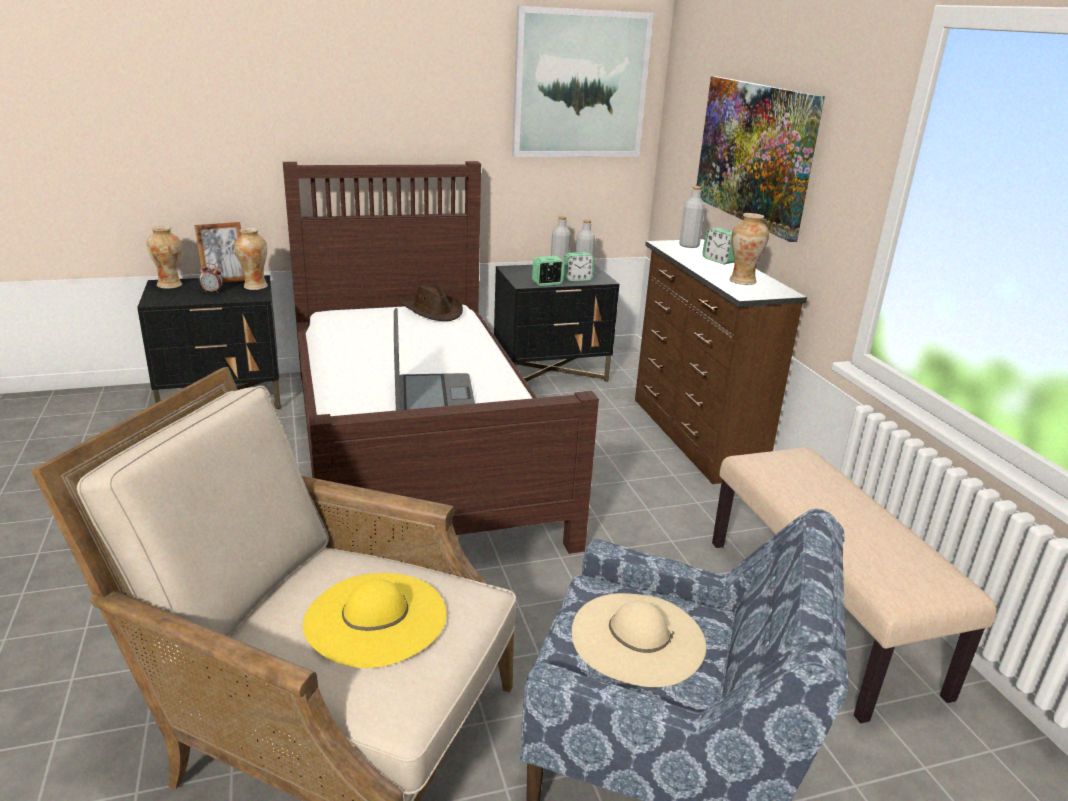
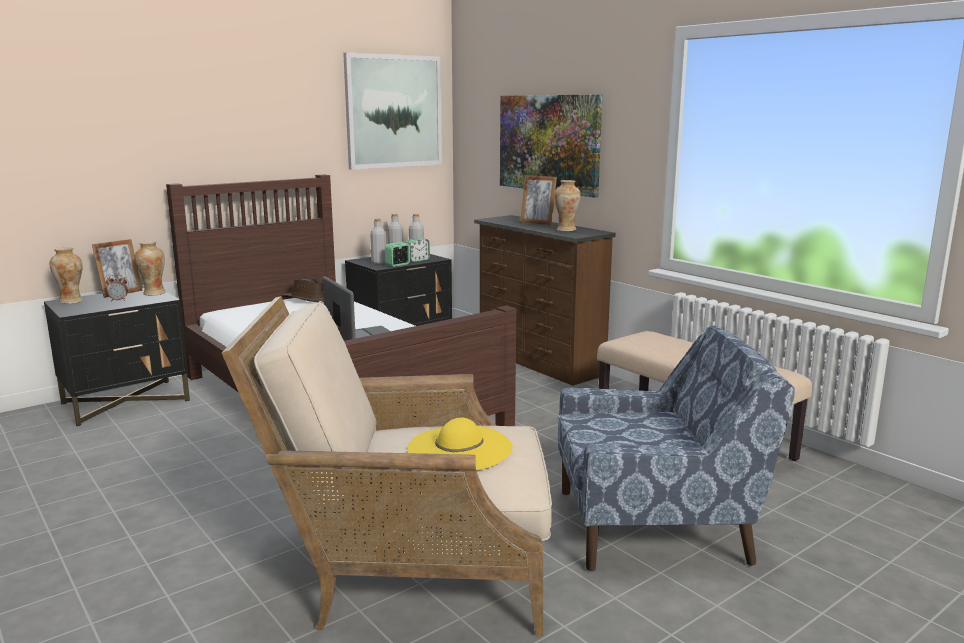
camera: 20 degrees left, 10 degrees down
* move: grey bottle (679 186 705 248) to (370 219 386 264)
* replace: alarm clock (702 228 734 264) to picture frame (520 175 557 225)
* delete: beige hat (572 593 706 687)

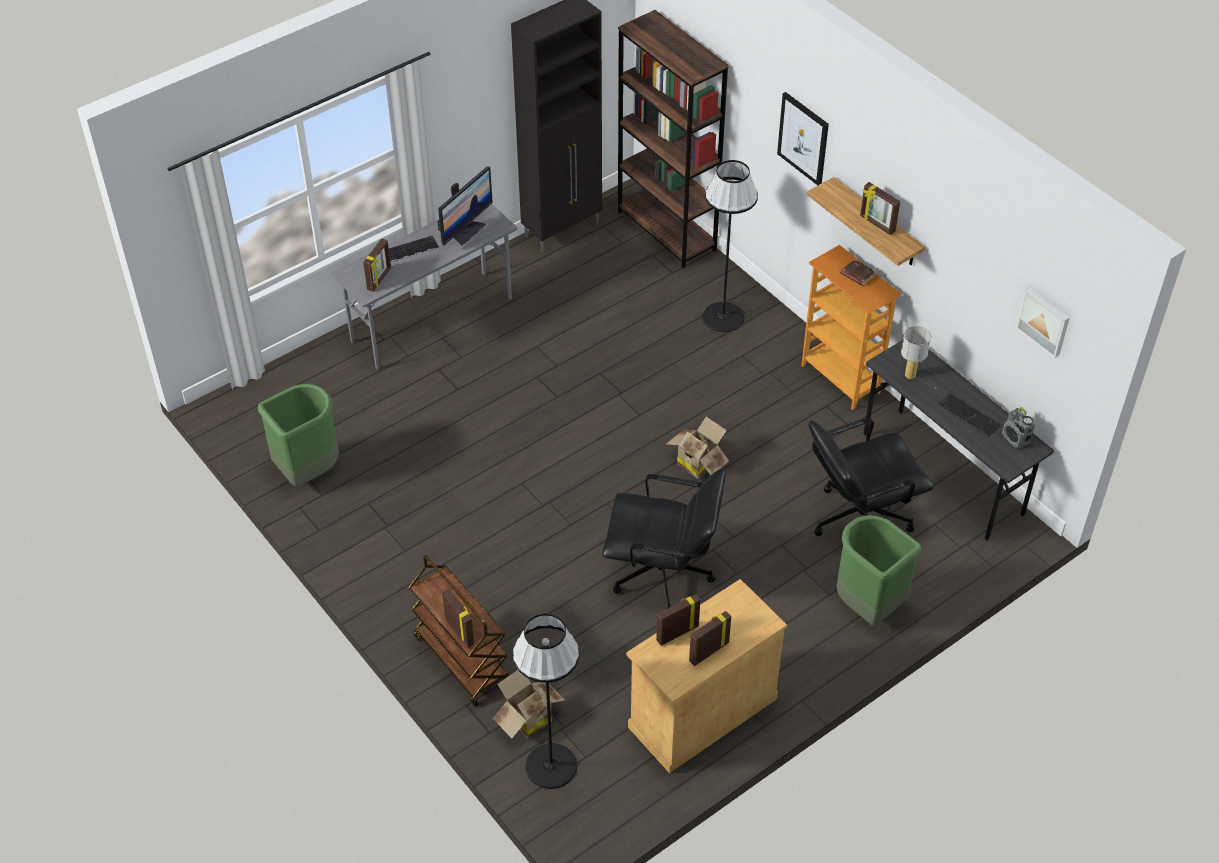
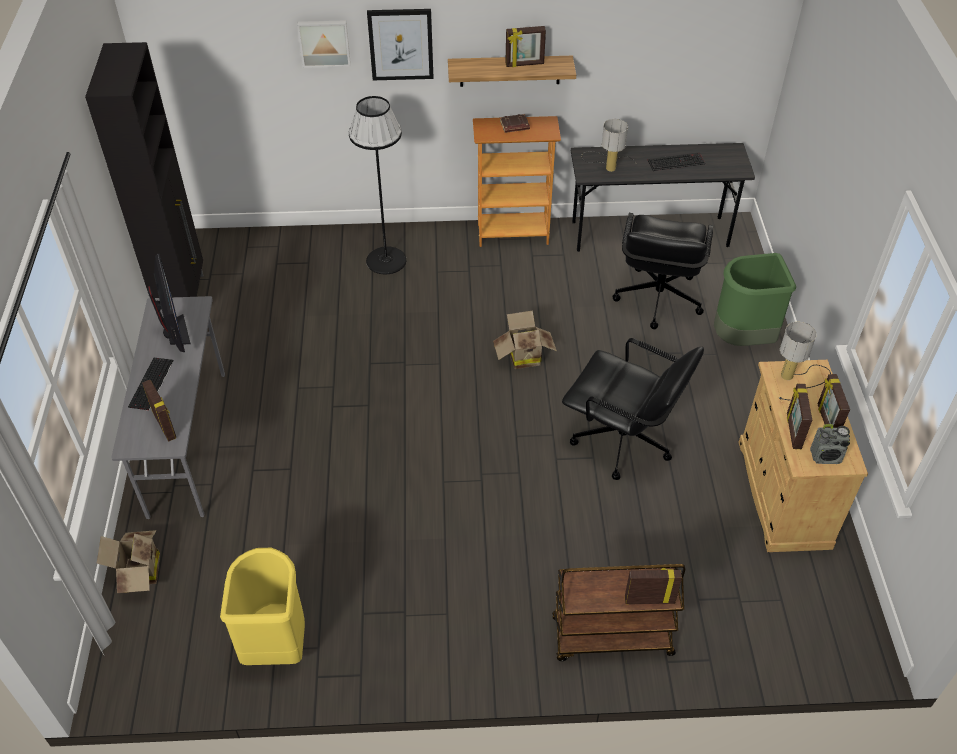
camera: 55 degrees left, 0 degrees up
* move: cardboard box (493 670 565 739) to (97 530 160 593)
* recolor: green trash can (258 384 339 487) to yellow trash can (220 548 305 665)
* move: picture (1016 288 1070 358) to (297 20 351 68)
* rotate: black office chair (603 468 726 609) = (562 338 704 480) 75 degrees clockwise
* insert: table lamp (779 322 831 401)
* move: radio (1002 407 1035 448) to (810 424 850 464)
* delete: black floor lamp (513 614 579 789)
* delete: brown bookcase (618 10 729 268)

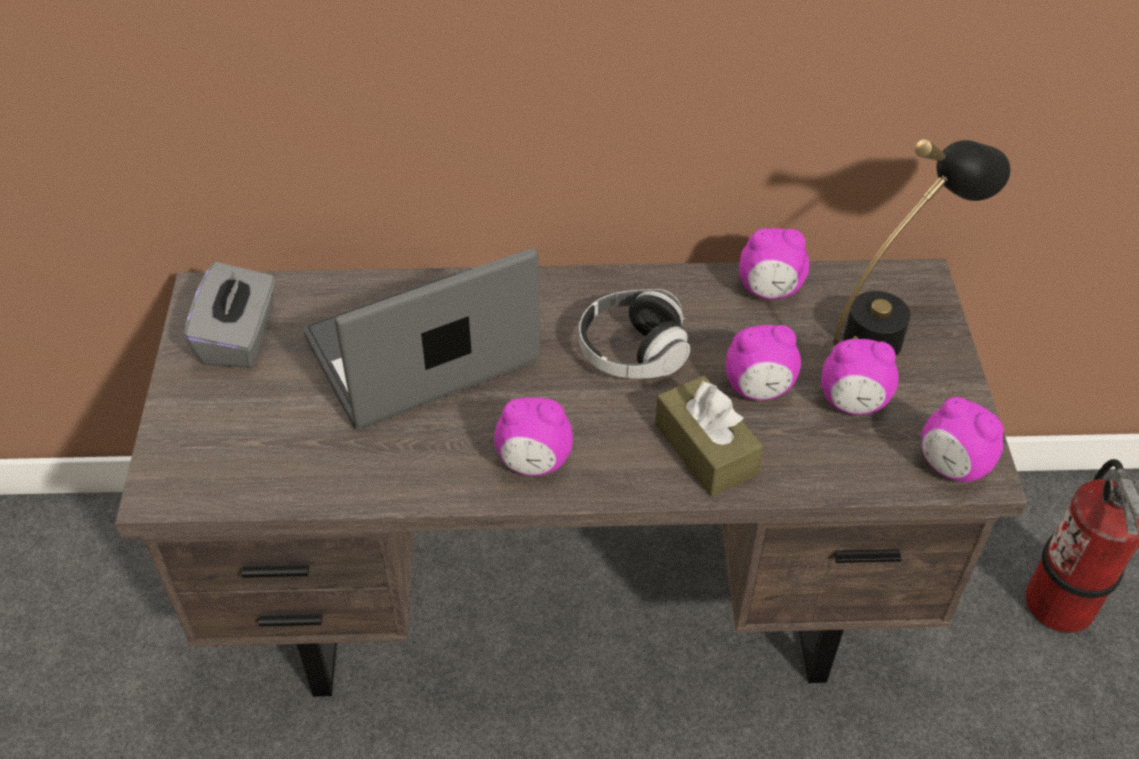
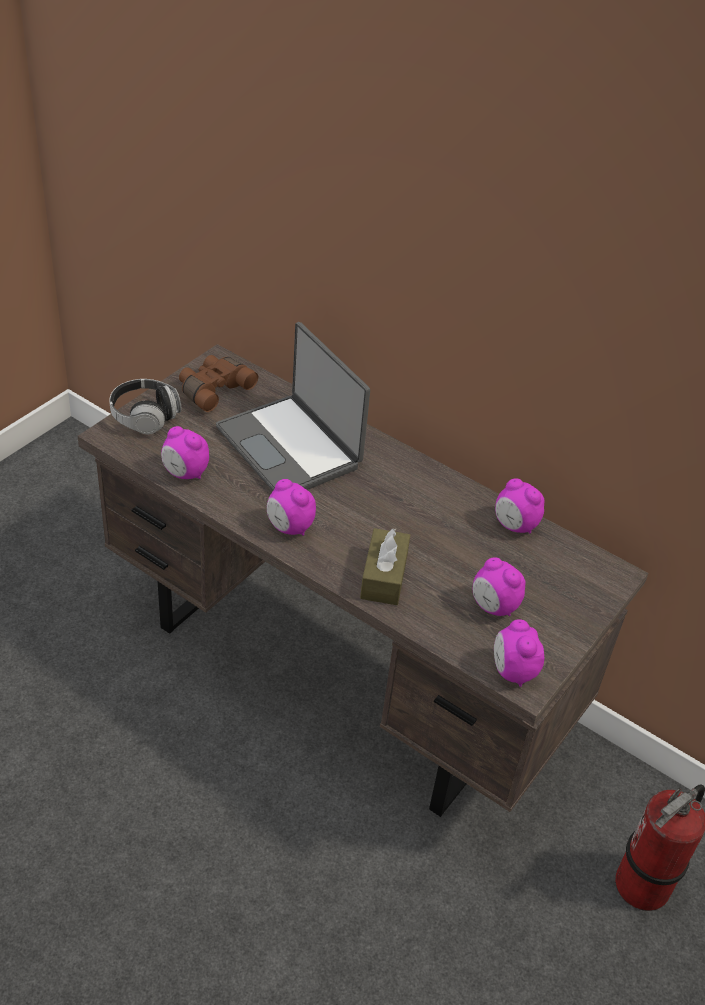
camera: 35 degrees right, 5 degrees down
* move: headphones (579 289 691 378) to (109 379 181 434)
* move: alarm clock (726 325 801 400) to (161 426 209 479)
* replace: grey tissue box (184 262 276 368) to brown binoculars (179 355 258 412)
* rotate: laptop (304 248 540 430) = (216 322 370 491) 135 degrees counterclockwise
* delete: black table lamp (833 139 1011 356)

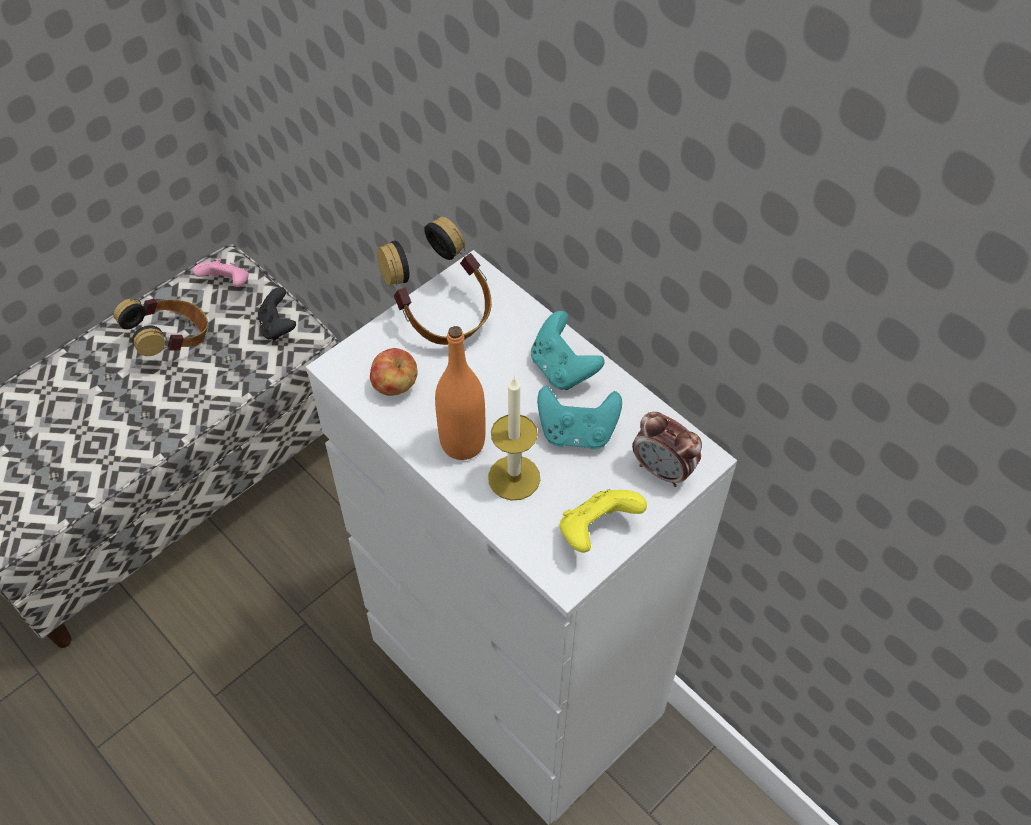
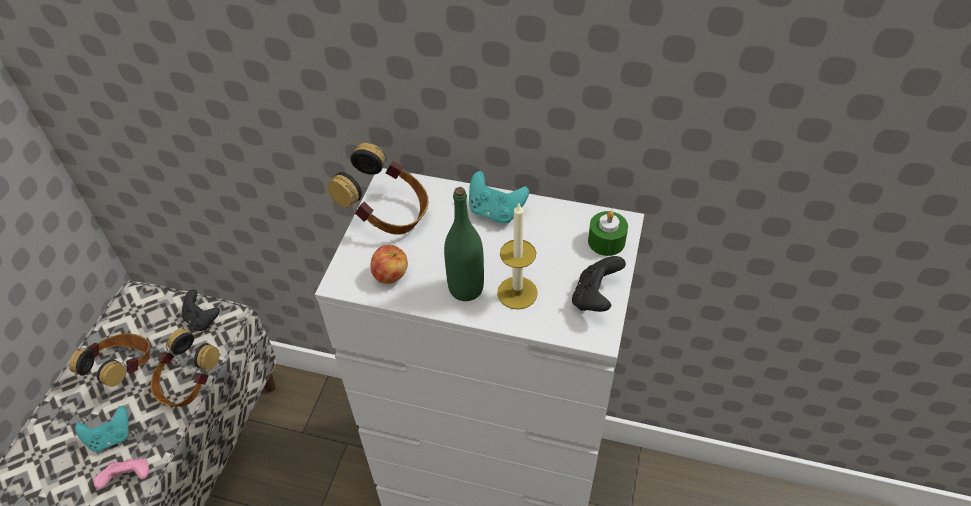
camera: 30 degrees left, 5 degrees down
* move: turquoise game controller (537 386 622 450) to (75 406 129 452)
* move: pink game controller (193 259 249 287) to (94 458 149 489)
* insert: headphones (151 329 219 407)
* recolor: orange bottle (435 326 486 460) to green bottle (444 187 484 301)
* recolor: yellow game controller (559 489 647 553) to black game controller (572 256 626 312)
* replace: alarm clock (632 412 702 487) to green candle (588 211 628 256)

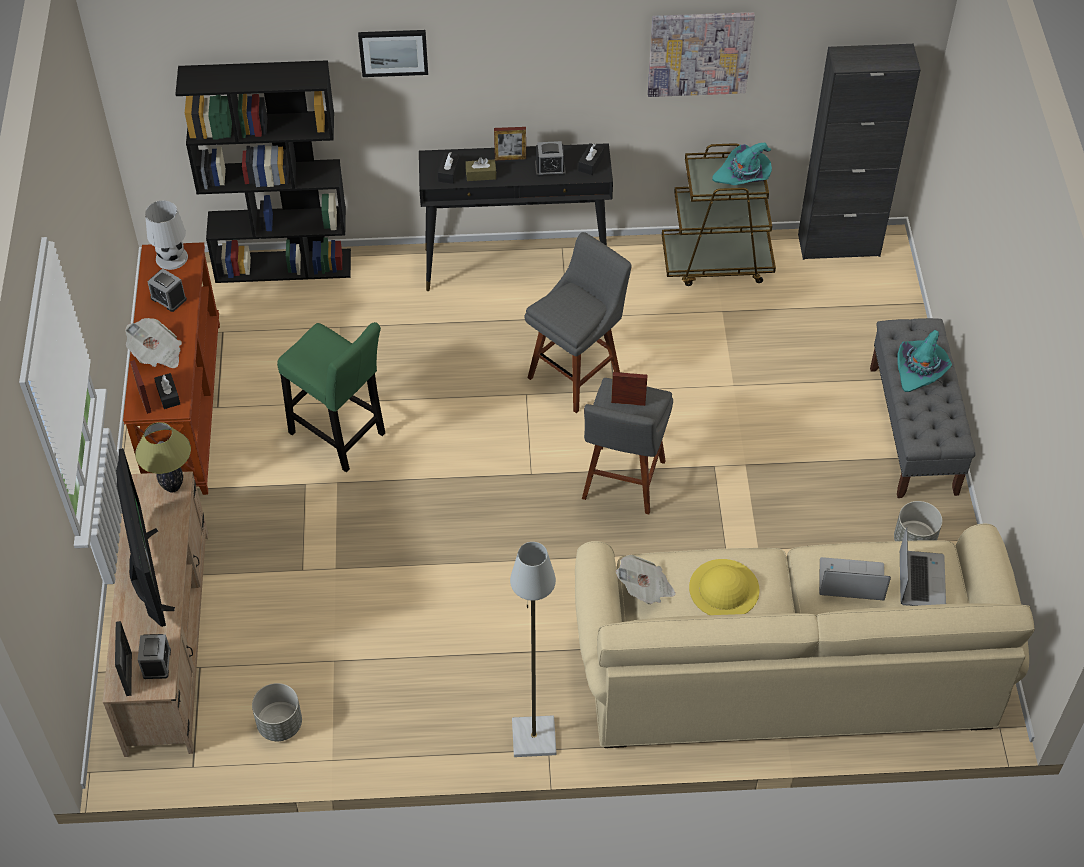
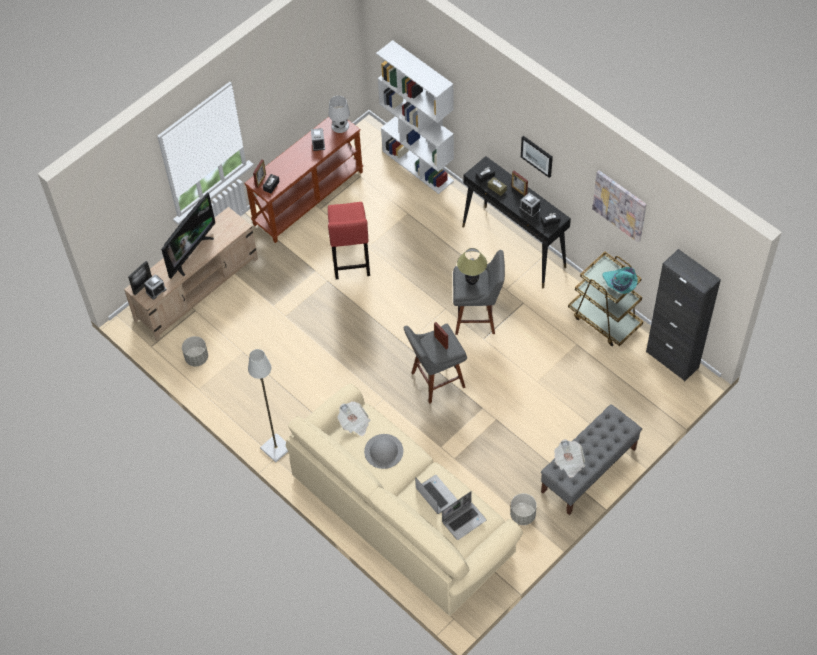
camera: 50 degrees right, 5 degrees up
* recolor: green stool (277 322 385 472) to red stool (328 202 370 279)
* recolor: yellow hat (689 559 760 615) to grey hat (364 434 403 469)
* recolor: black bookcase (175 60 351 283) to white bookcase (376 40 454 194)
* move: table lamp (135 422 191 493) to (457 248 487 285)
* move: picture (358 30 428 77) to (521 136 553 178)
* move: newspaper (125 318 182 368) to (554 439 585 478)
* delete: turquoise hat (897 330 952 392)

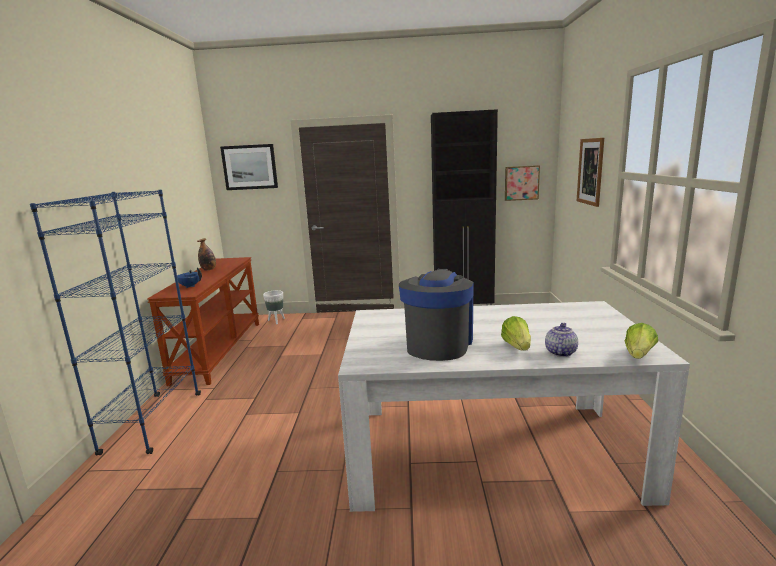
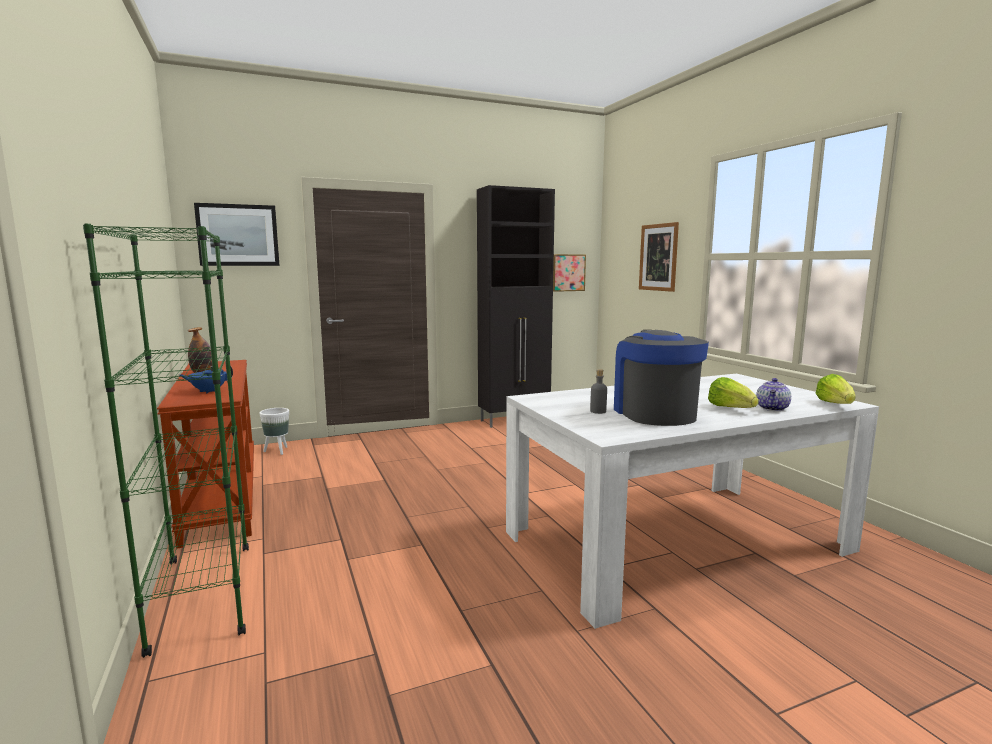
camera: 25 degrees left, 5 degrees down
* recolor: blue bookcase (30 190 201 455) to green bookcase (83 224 249 658)
* insert: grey bottle (590 369 607 414)
* rotate: teapot (545 323 578 357) = (756 378 791 411) 150 degrees counterclockwise

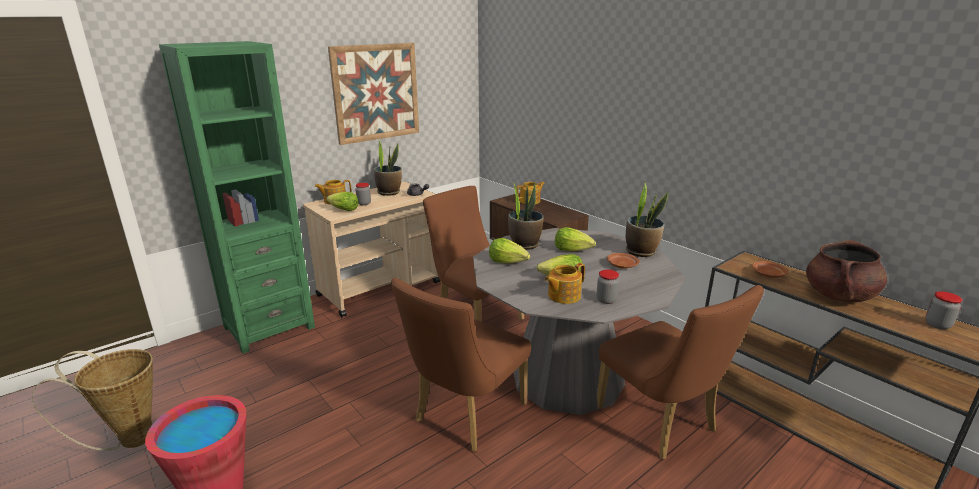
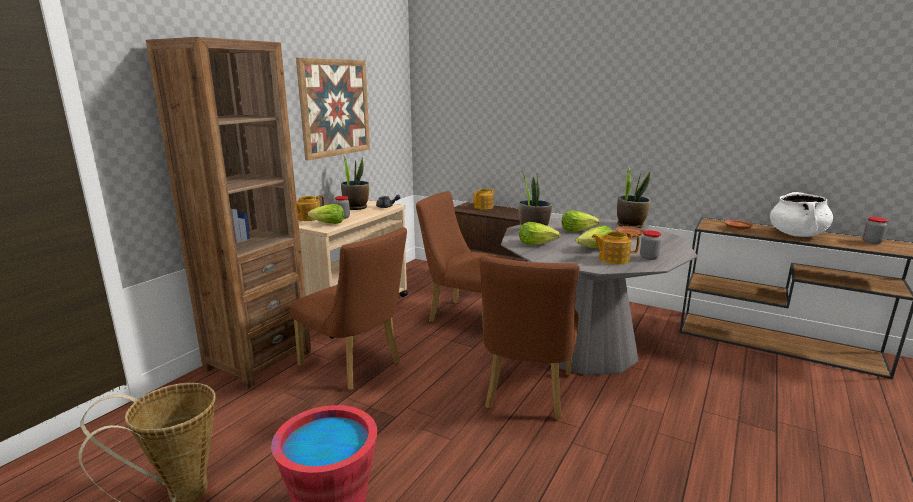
camera: 20 degrees left, 5 degrees down
* recolor: green bookcase (159 41 315 353) to brown bookcase (146 37 311 389)
* move: brown chair (597 285 764 459) to (290 227 407 390)
* rotate: teapot (545 263 585 304) = (591 231 640 264) 60 degrees clockwise
* recolor: brown cooking pot (806 240 887 302) to white cooking pot (770 192 833 237)

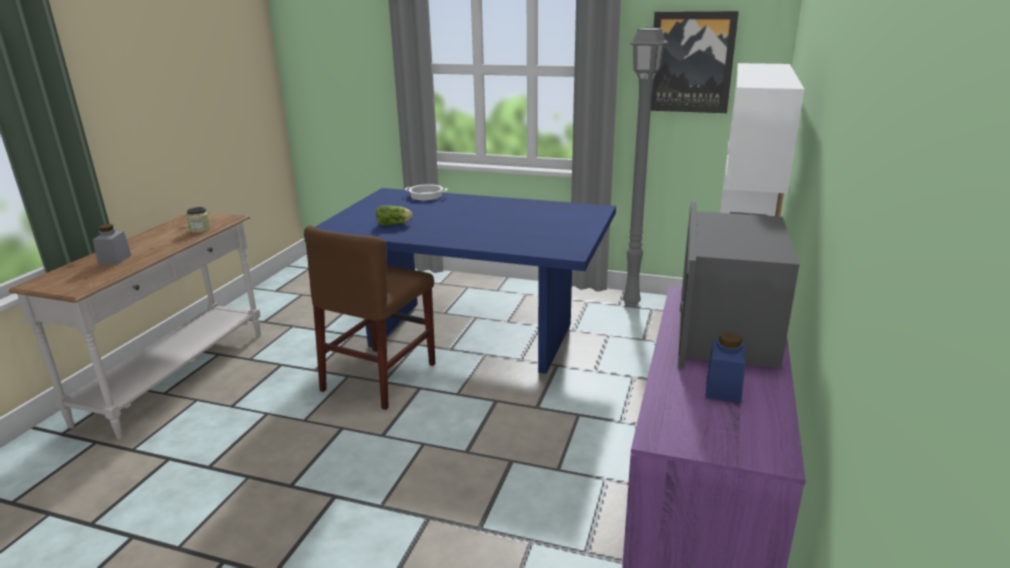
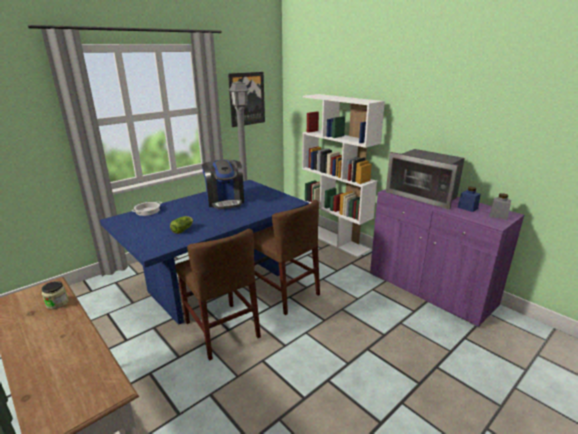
camera: 60 degrees left, 0 degrees up
* insert: coffee machine (202 160 244 210)
* insert: brown chair (253 200 320 315)
* move: grey jar (93 224 131 265) to (489 193 511 220)

